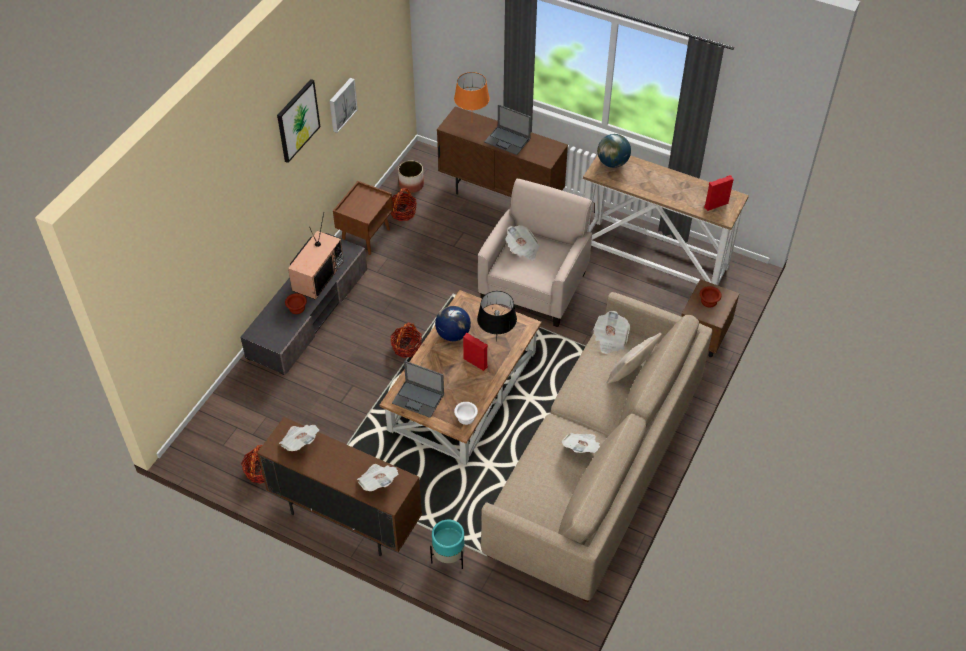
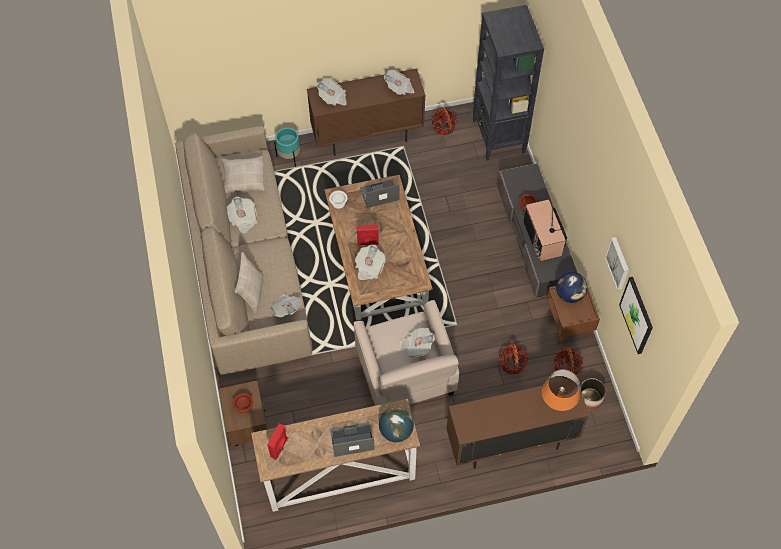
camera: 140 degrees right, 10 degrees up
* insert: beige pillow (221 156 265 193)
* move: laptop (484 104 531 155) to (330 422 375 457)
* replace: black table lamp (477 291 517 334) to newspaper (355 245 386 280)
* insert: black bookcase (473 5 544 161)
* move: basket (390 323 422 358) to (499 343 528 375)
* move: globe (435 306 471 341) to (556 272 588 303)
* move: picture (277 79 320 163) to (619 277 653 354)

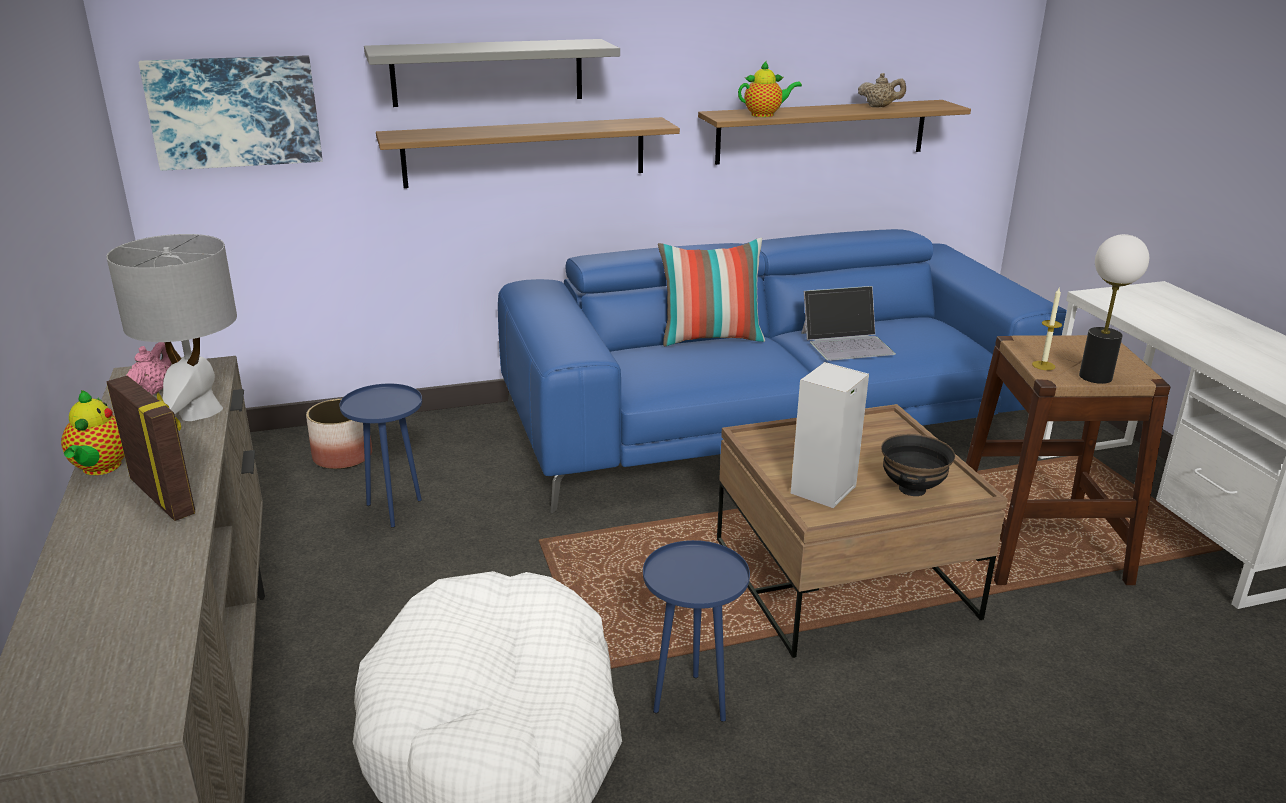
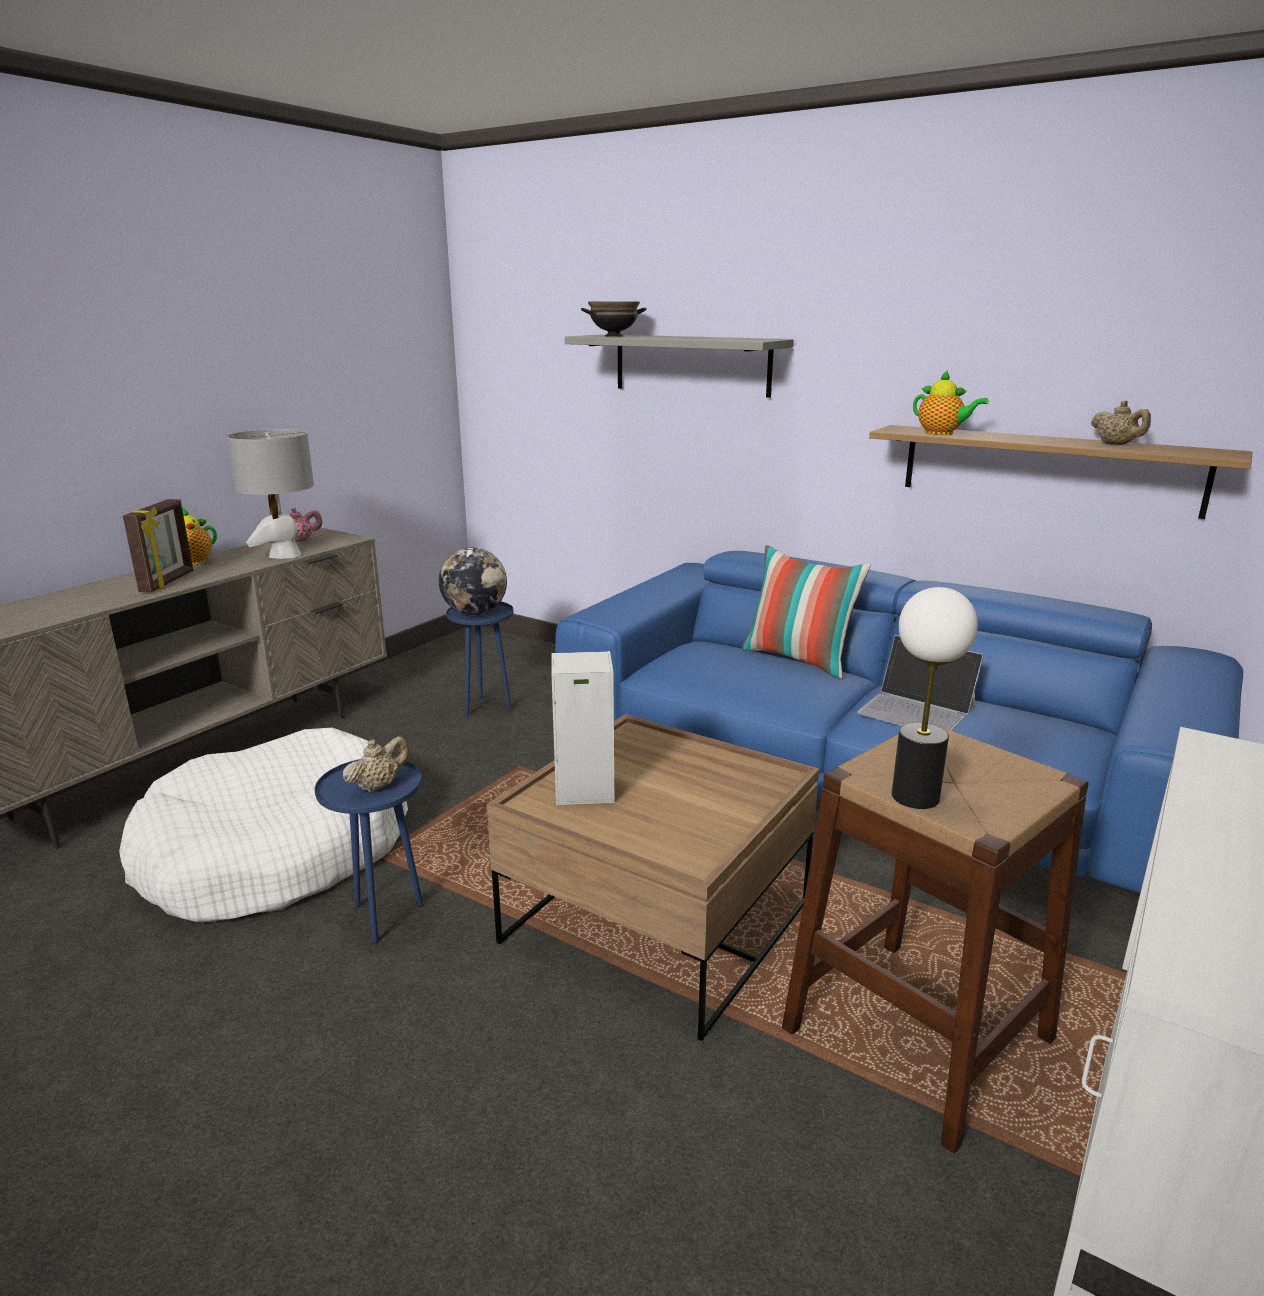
camera: 50 degrees right, 5 degrees down
* insert: beige teapot (343 736 409 792)
* insert: globe (439 547 507 615)
* move: black bowl (881 434 955 496) to (581 302 646 337)
* delete: picture (138 55 323 171)
* delete: planter (306 399 372 469)
* delete: shelf (376 117 680 188)
* delete: candle (1032 288 1062 370)

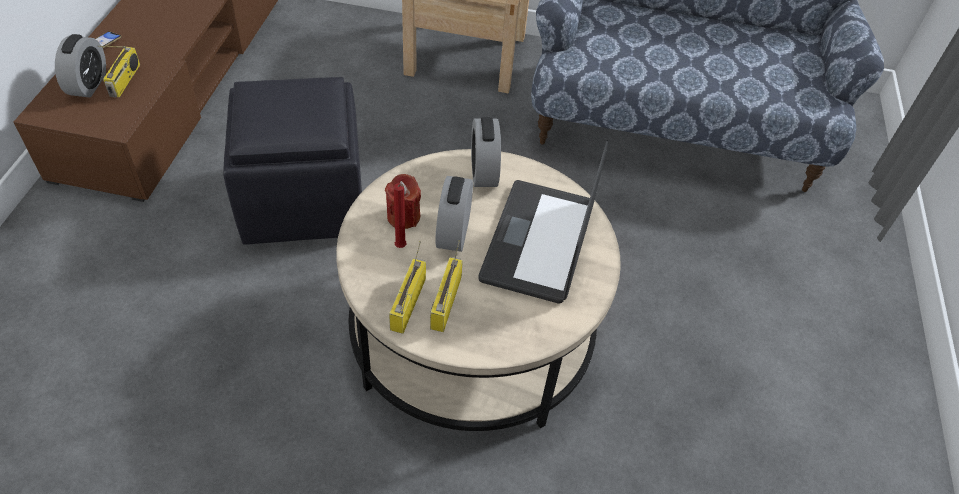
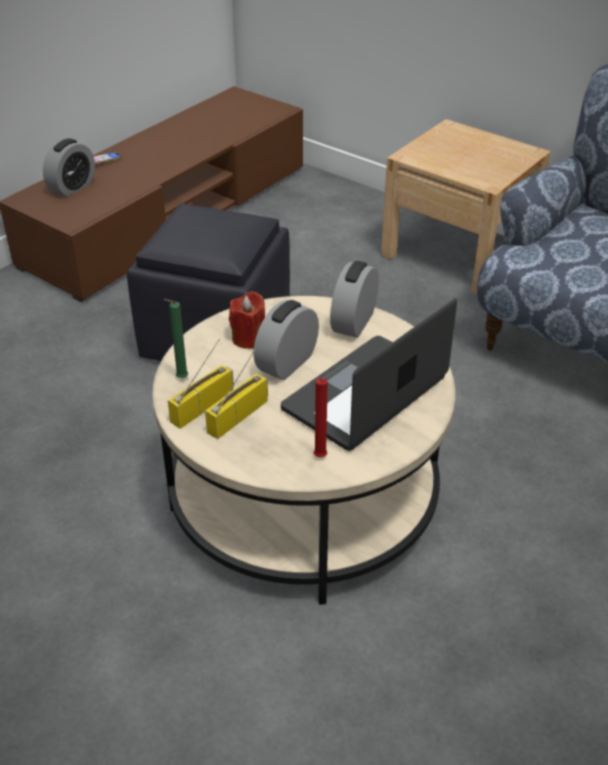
camera: 30 degrees right, 10 degrees down
* insert: green candle (164 299 188 378)
* move: red candle (394 183 406 248) to (314 377 328 457)
* delete: radio (98 46 140 97)

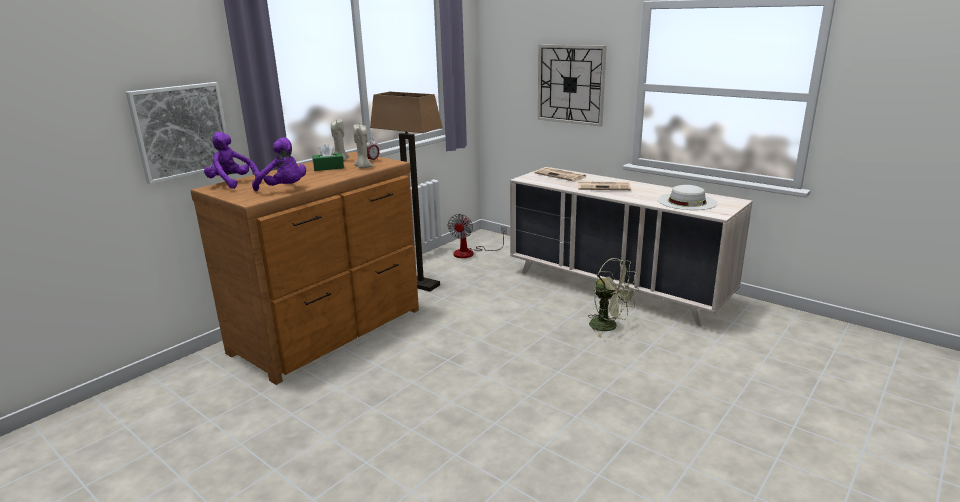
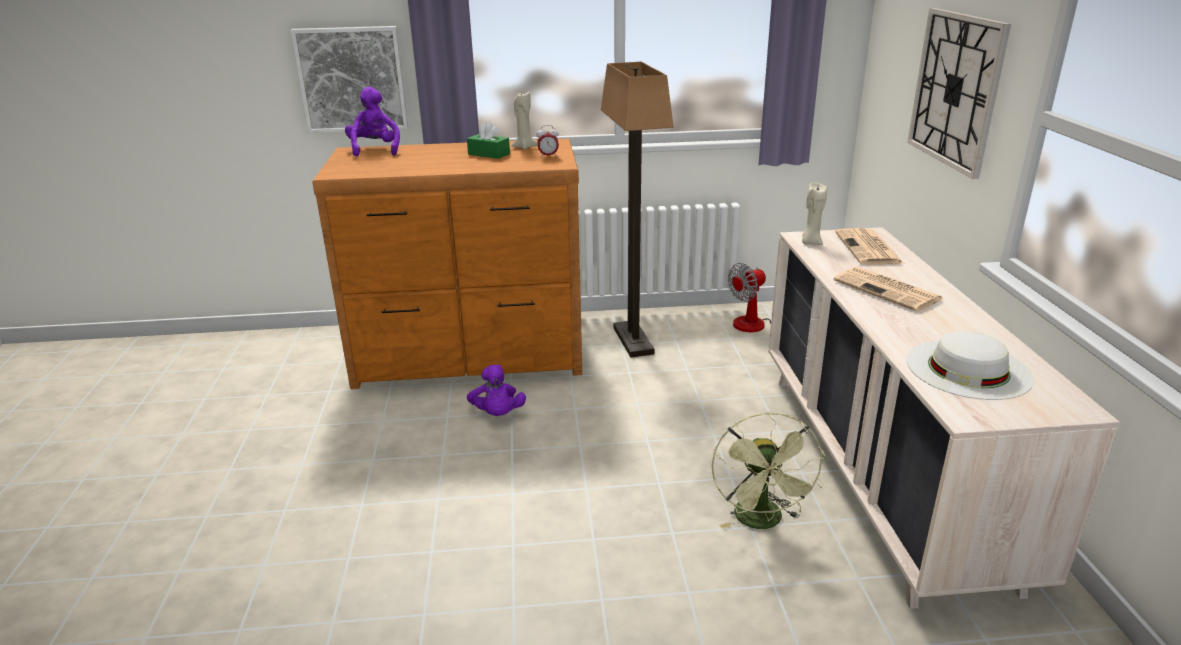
camera: 45 degrees right, 5 degrees up
* move: purple plush toy (252 137 306 191) to (467 365 526 416)
* move: beige candle (353 125 373 169) to (802 182 827 245)

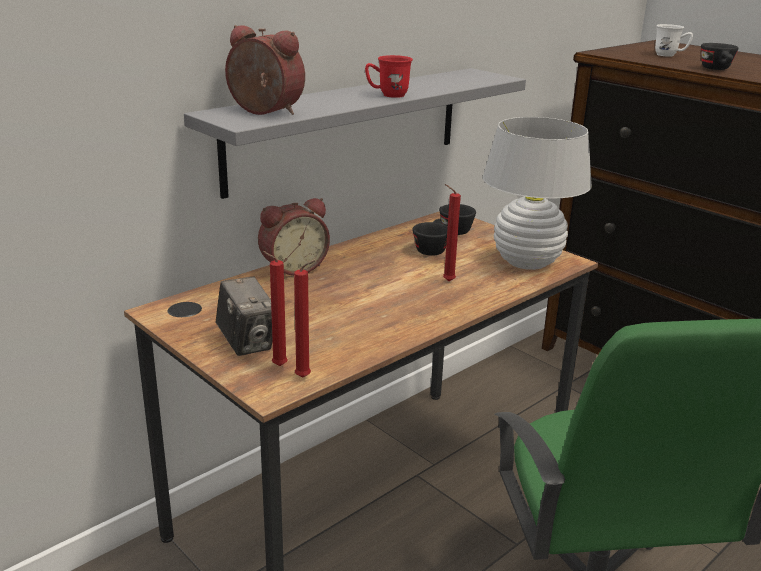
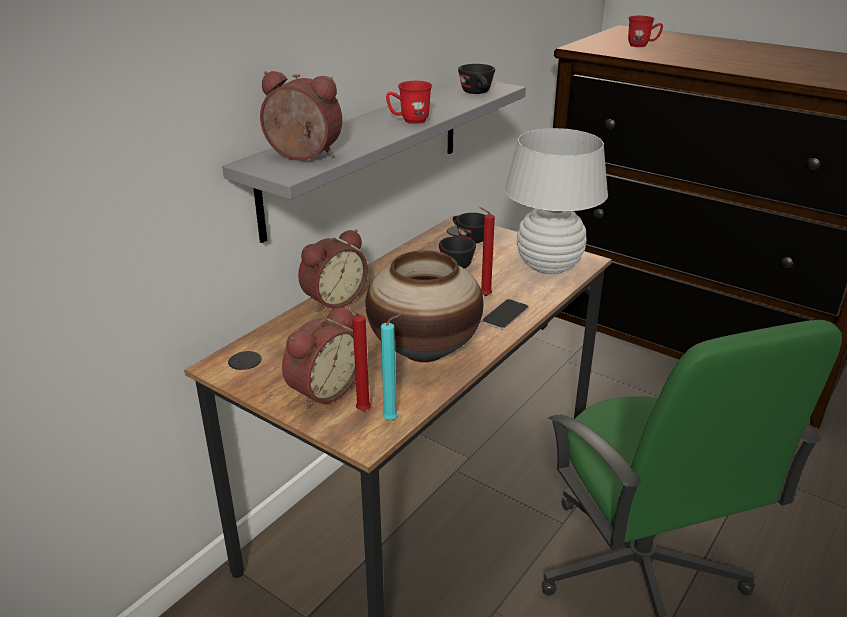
camera: 10 degrees left, 5 degrees up
* replace: photo camera (216 277 273 356) to alarm clock (282 306 356 409)
* insert: vase (365 250 484 363)
* recolor: red candle (294 261 315 377) to turquoise candle (381 314 401 420)
* move: black cup (701 43 739 70) to (458 64 495 94)
* insert: phone (482 299 529 330)
* recolor: white mug (655 24 693 56) to red mug (628 16 663 47)

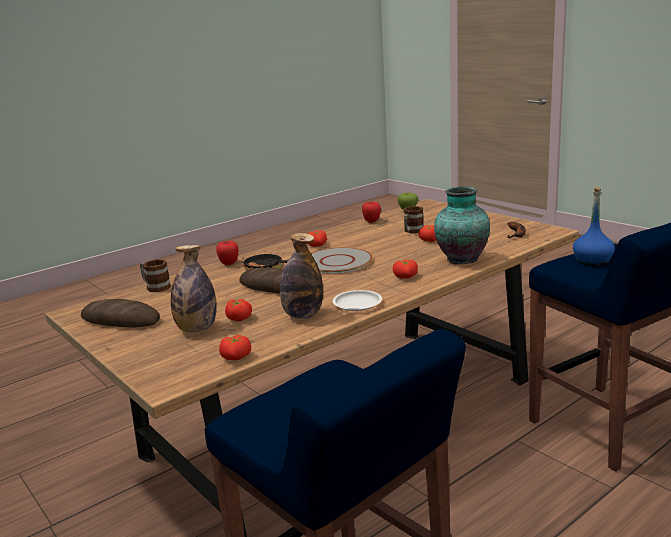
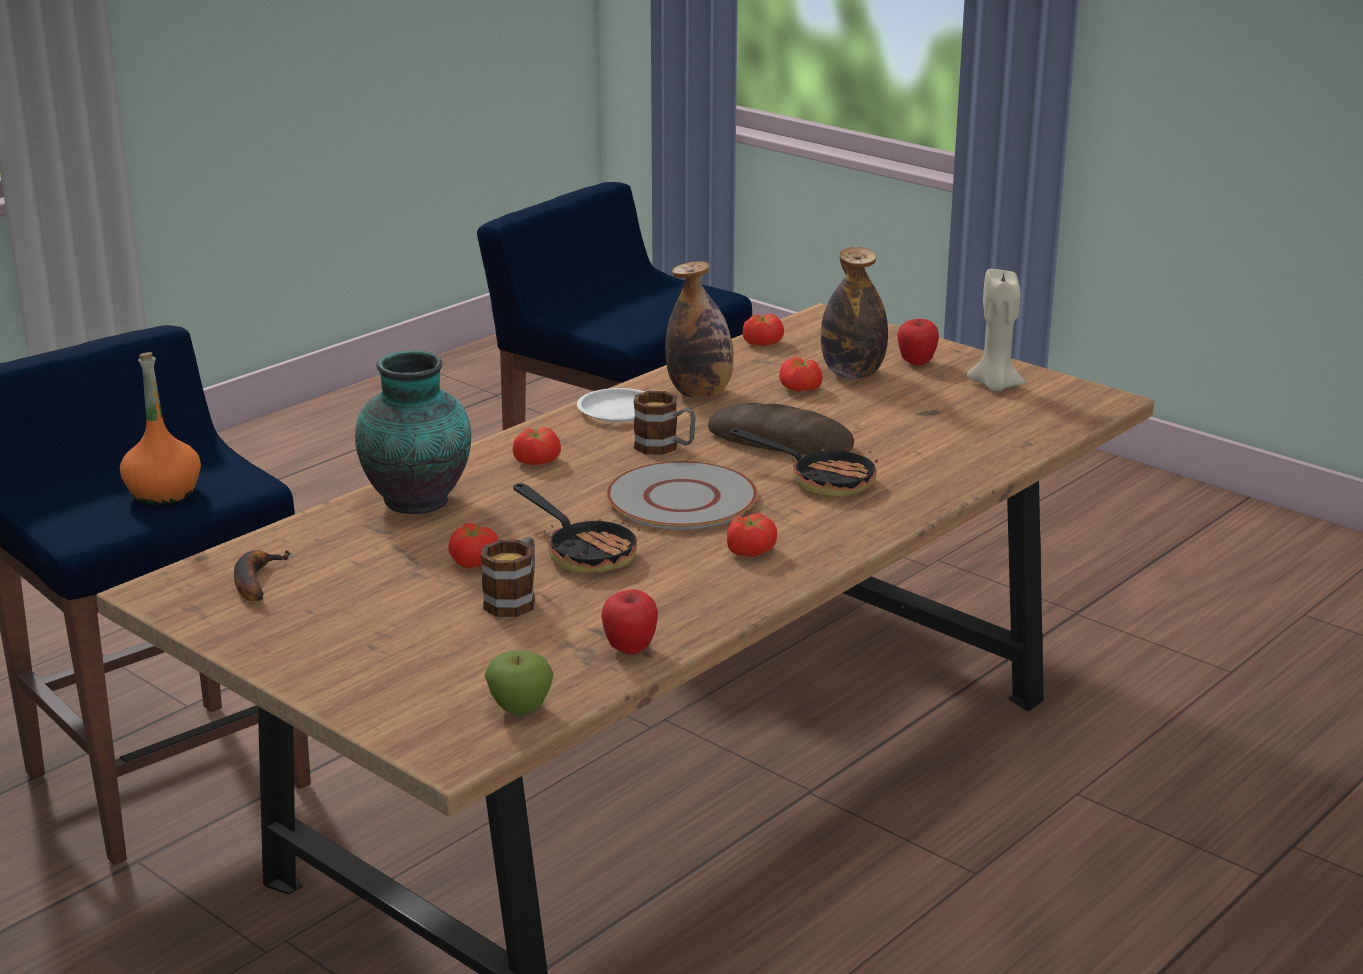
camera: 170 degrees right, 5 degrees up
* recolor: blue bottle (573 187 615 266) to orange bottle (120 352 201 505)
* insert: frying pan (513 483 640 573)
* move: mug (140 259 171 292) to (634 391 696 455)
* move: apple (216 241 239 265) to (897 319 939 366)
* replace: bread (81 299 160 327) to beige candle (967 269 1025 391)

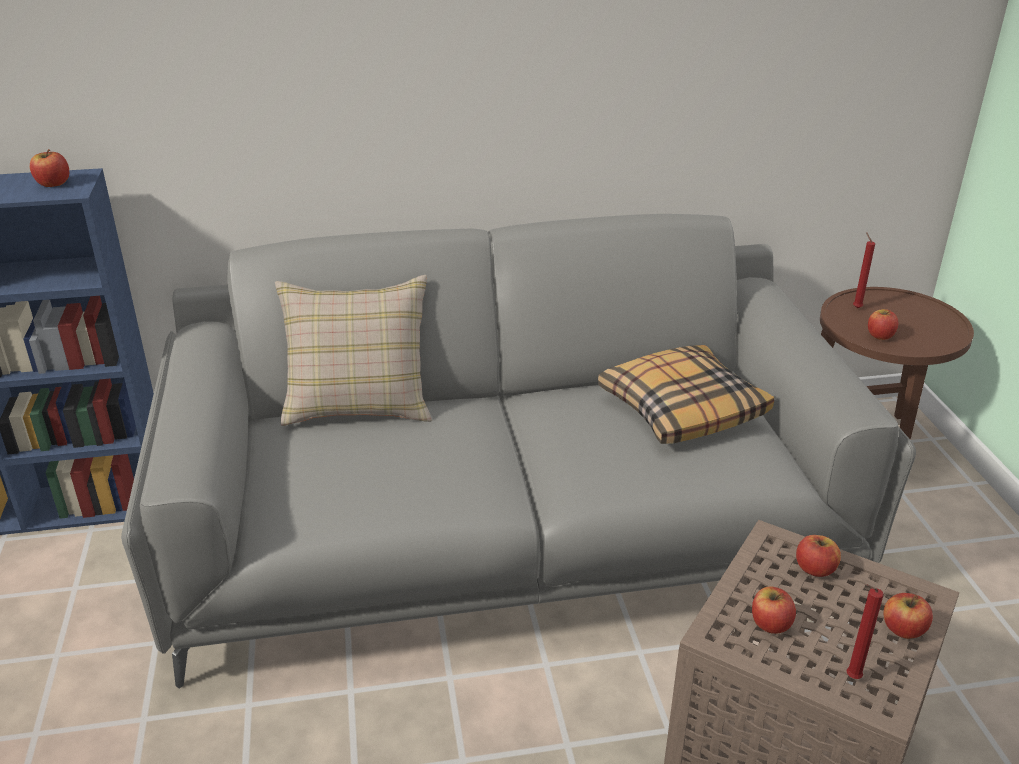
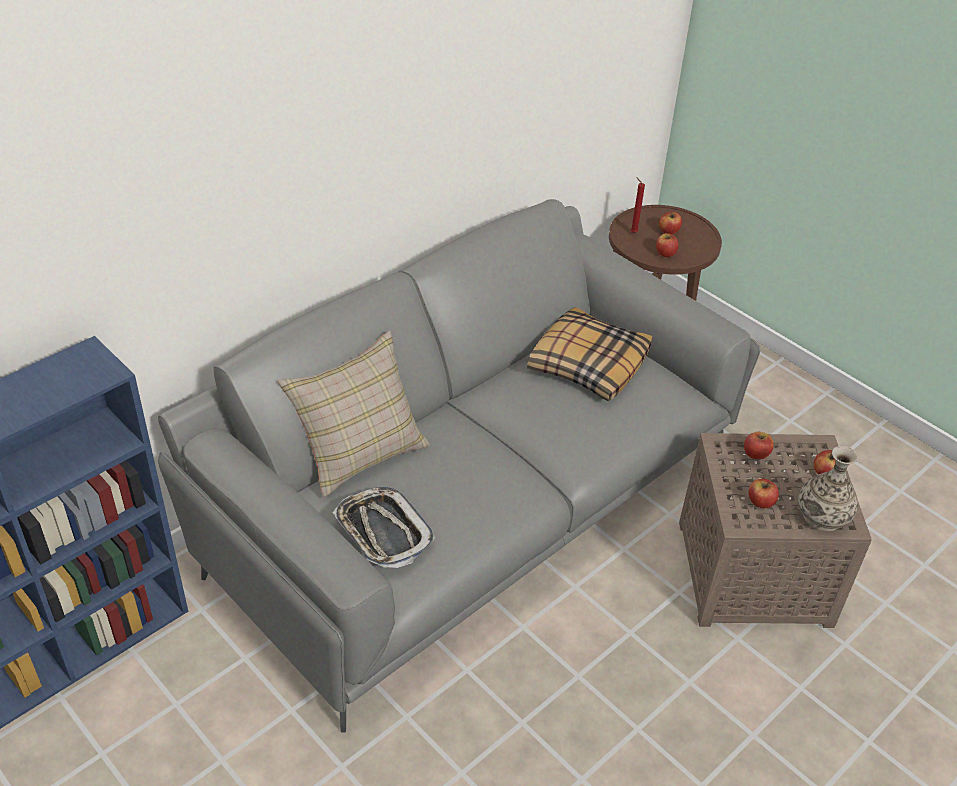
camera: 35 degrees left, 10 degrees up
* insert: tray (333 486 436 568)
* move: apple (30 149 69 187) to (659 211 682 234)
* replace: red candle (846 584 884 679) to vase (798 446 858 531)

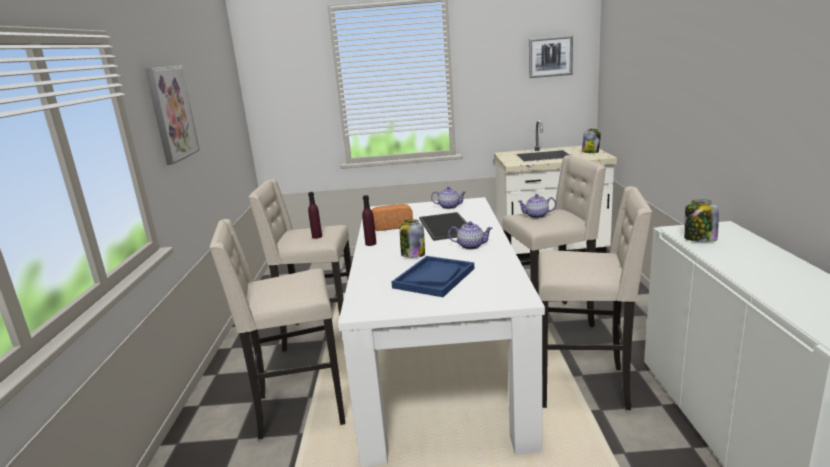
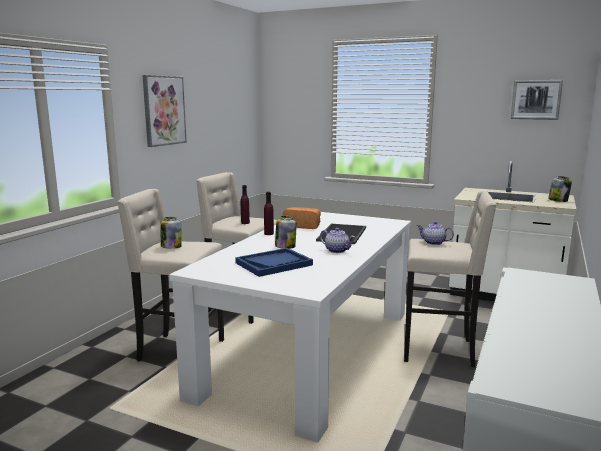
camera: 25 degrees right, 5 degrees down
* move: jar (684 199 719 242) to (161 217 182 249)
* delete: teapot (431 187 467 209)
* delete: beige stool (538 186 652 410)

